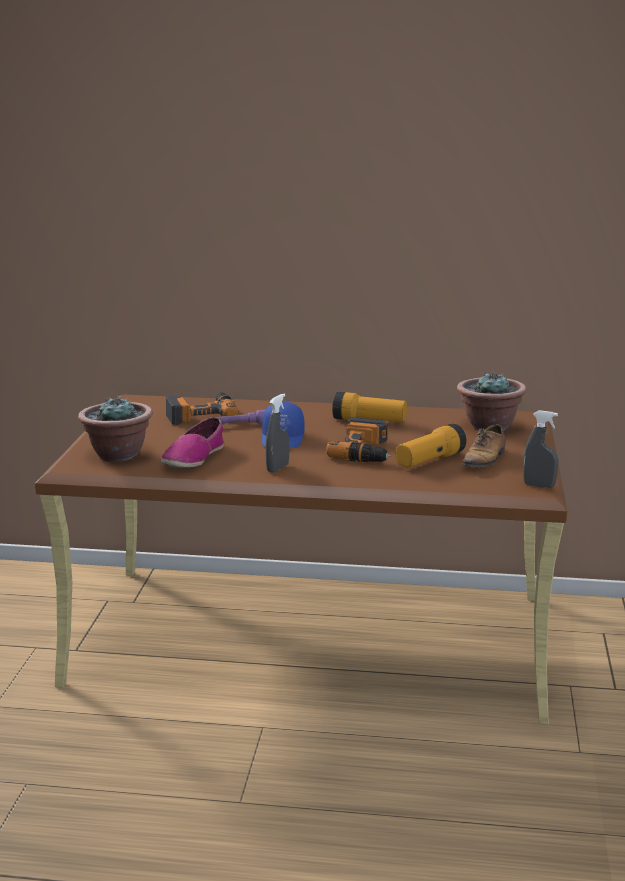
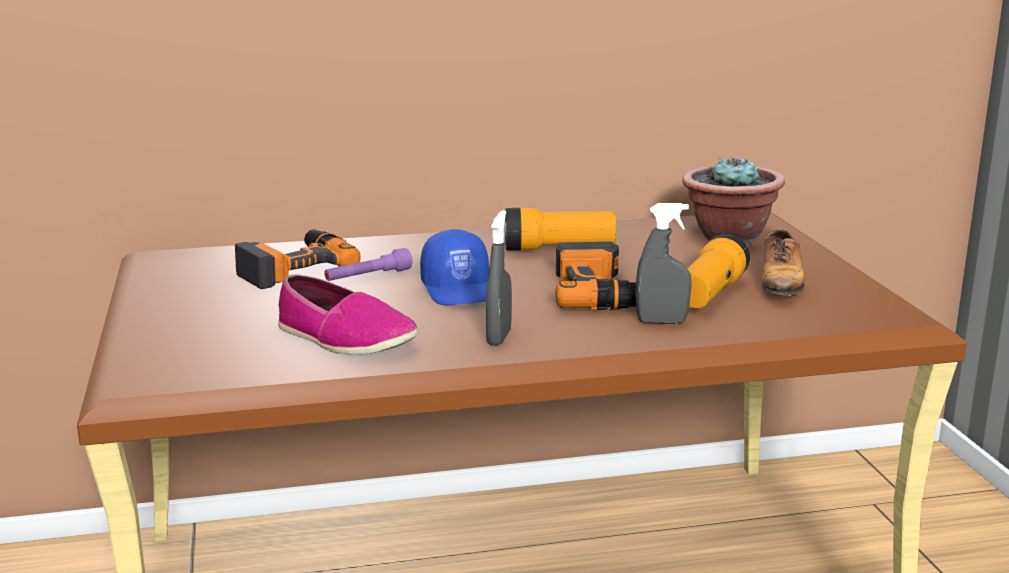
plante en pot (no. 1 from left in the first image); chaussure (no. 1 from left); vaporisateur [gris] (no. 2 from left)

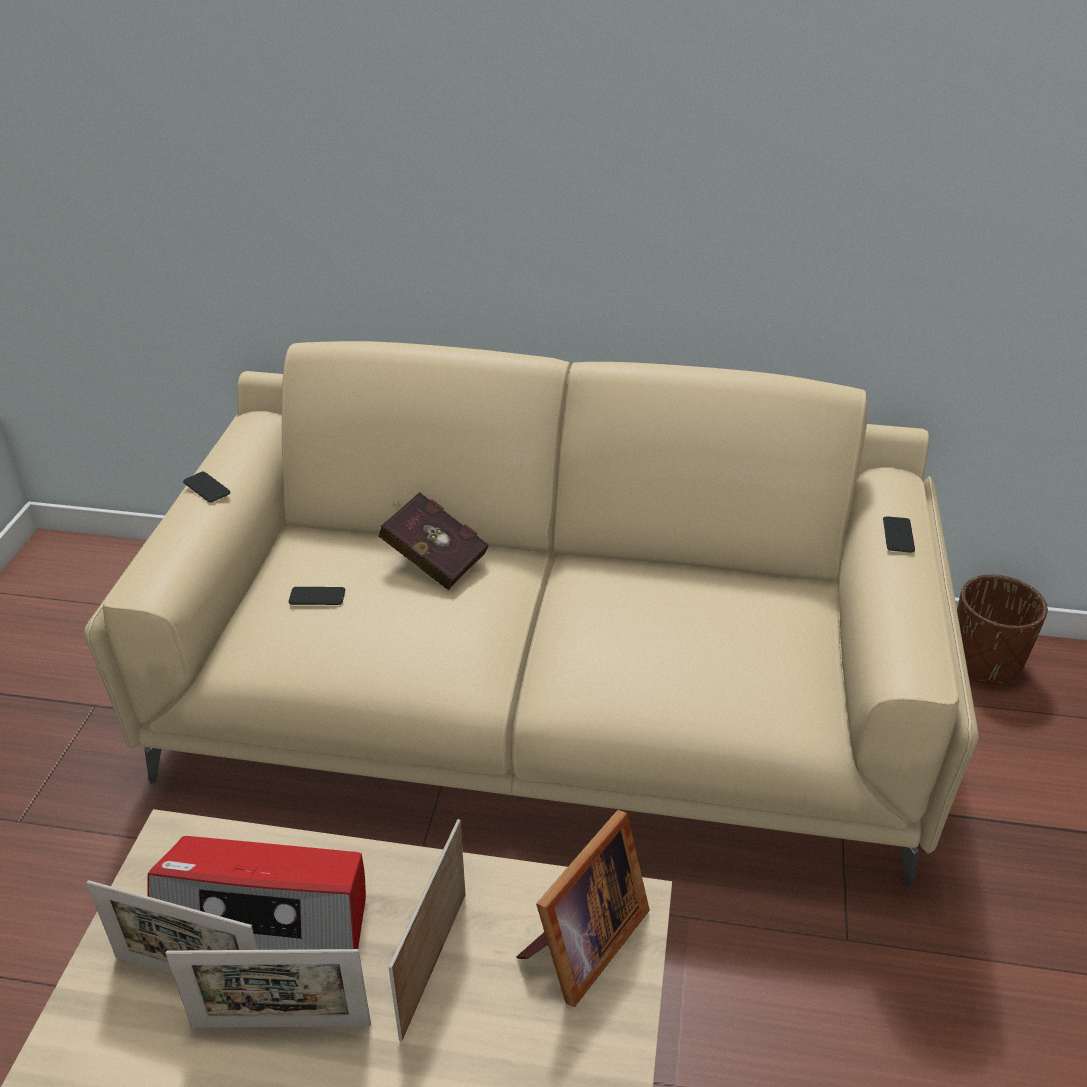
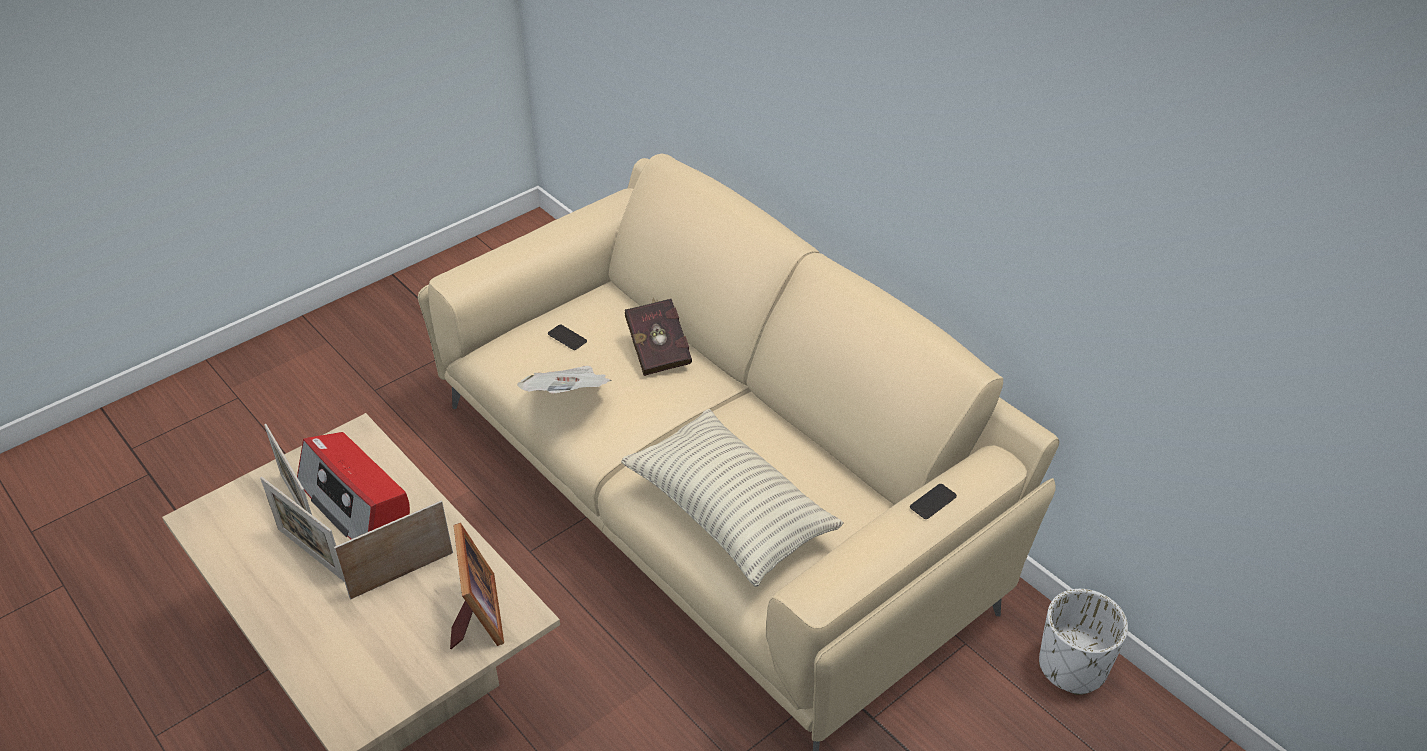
téléphone (no. 1 from left in the first image); cadre photo (no. 4 from left); cache-pot [blanc]; journal; coussin

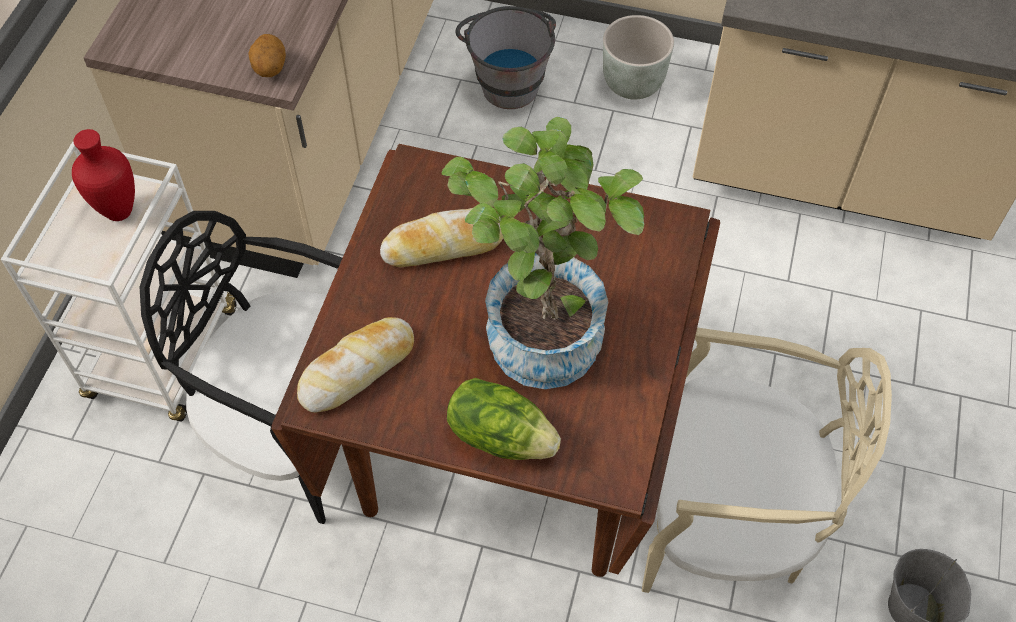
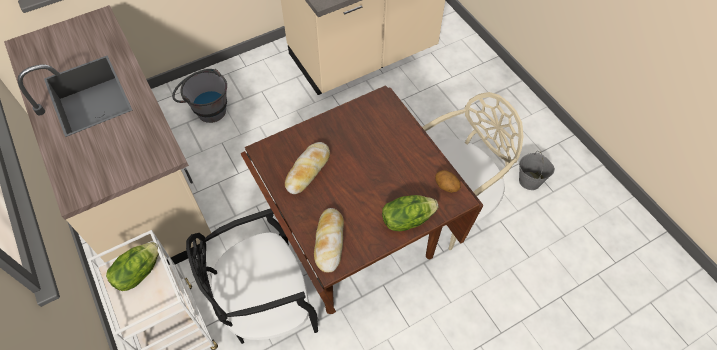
laitue (no. 1 from left); pomme de terre; plante en pot; cache-pot [gris]

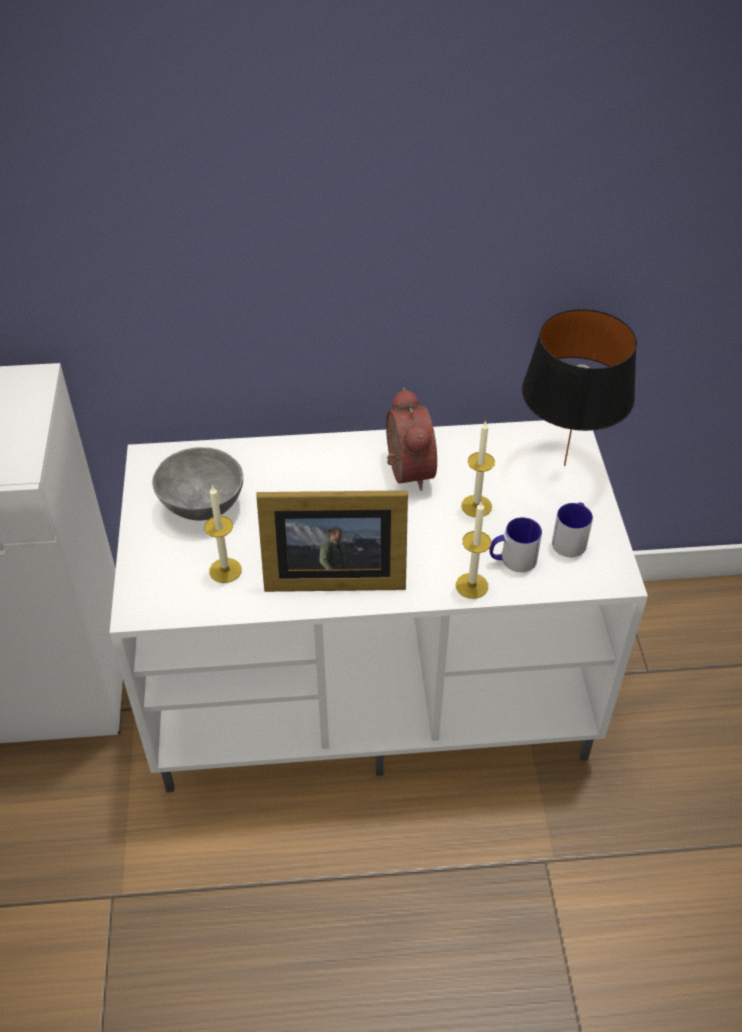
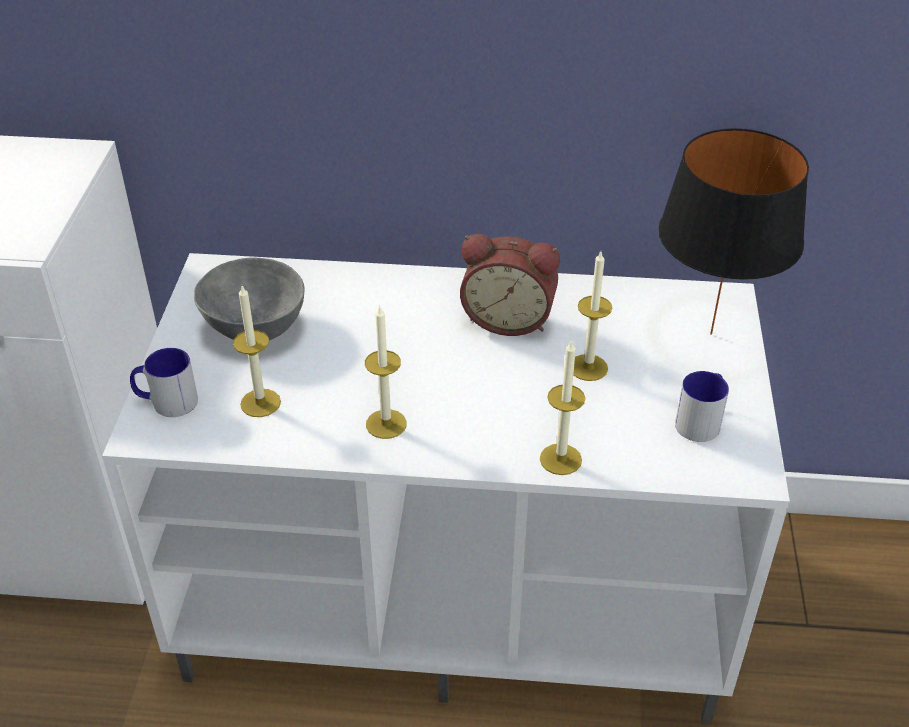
bougie (no. 2 from left); réveil; mug (no. 1 from left)

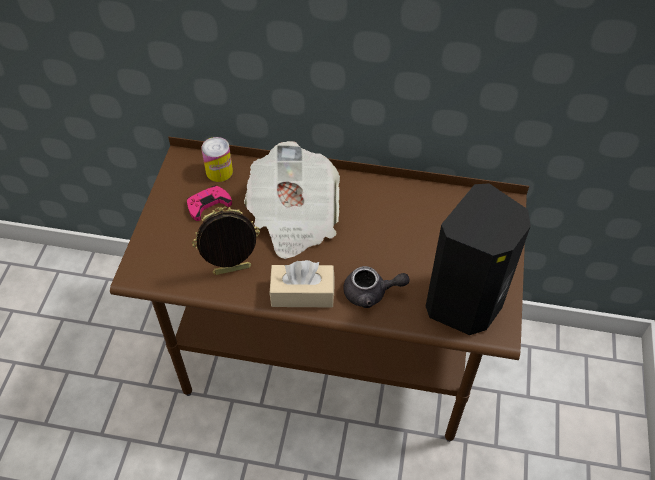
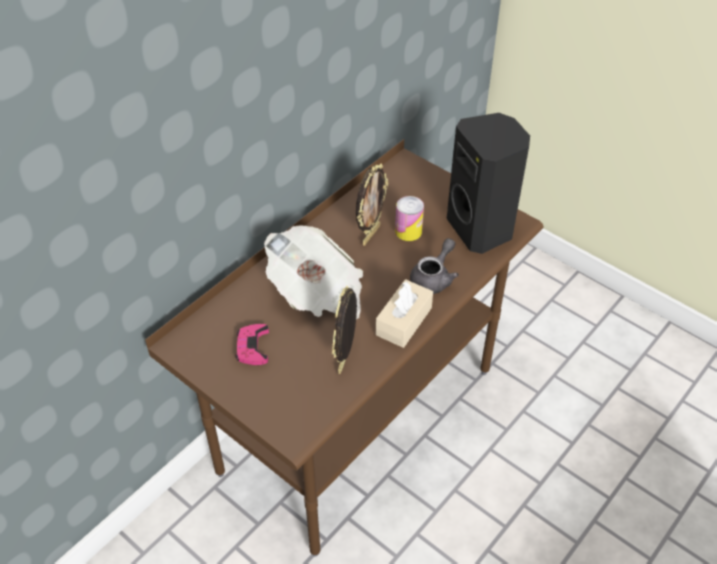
boîte métallique; cadre photo (no. 2 from left)

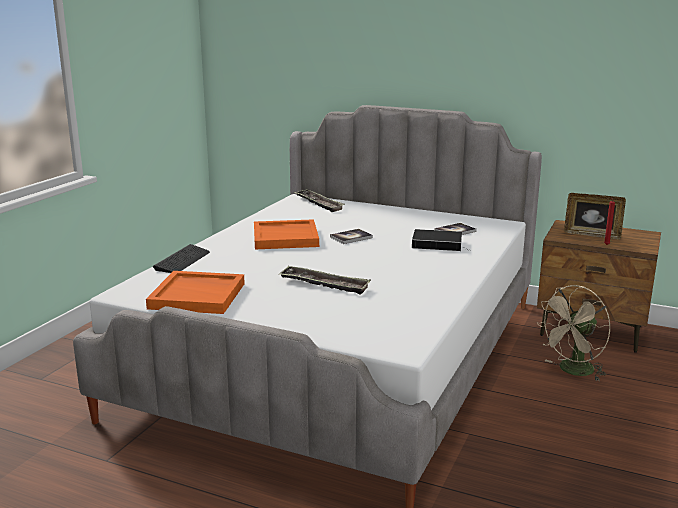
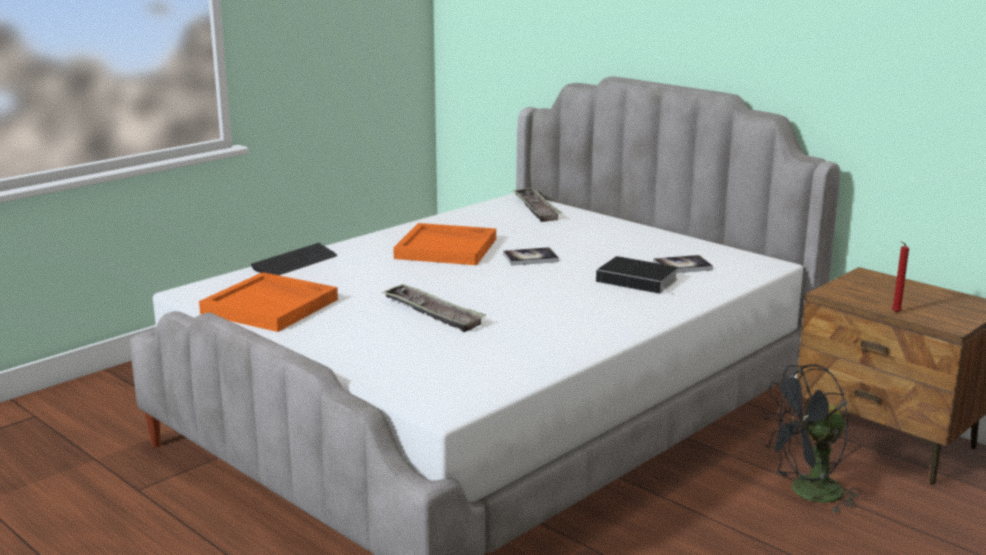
ventilateur [noir]; cadre photo

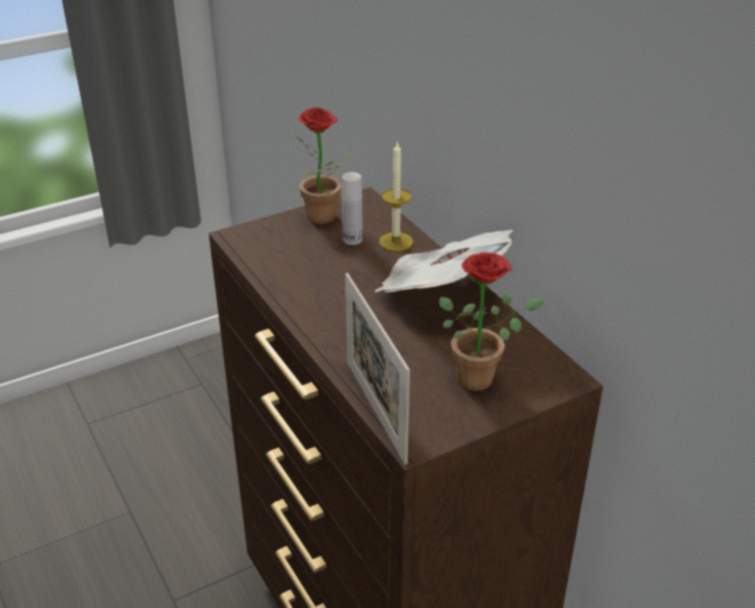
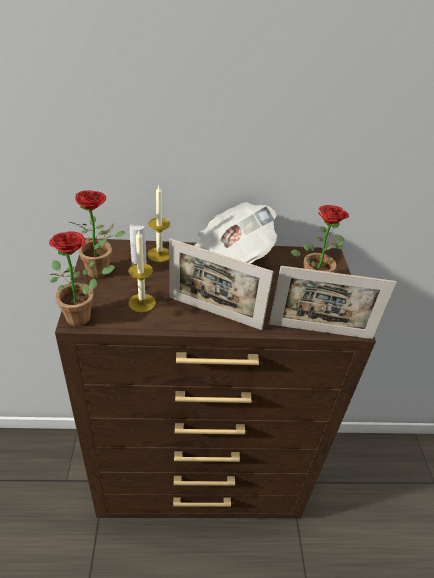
plante en pot (no. 1 from left); bougie (no. 1 from left); cadre photo (no. 1 from left)

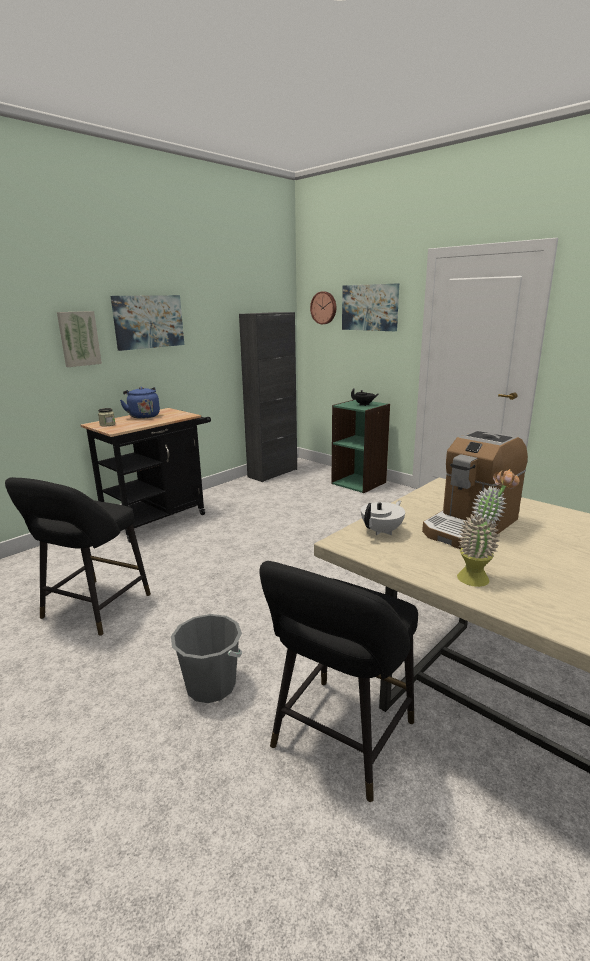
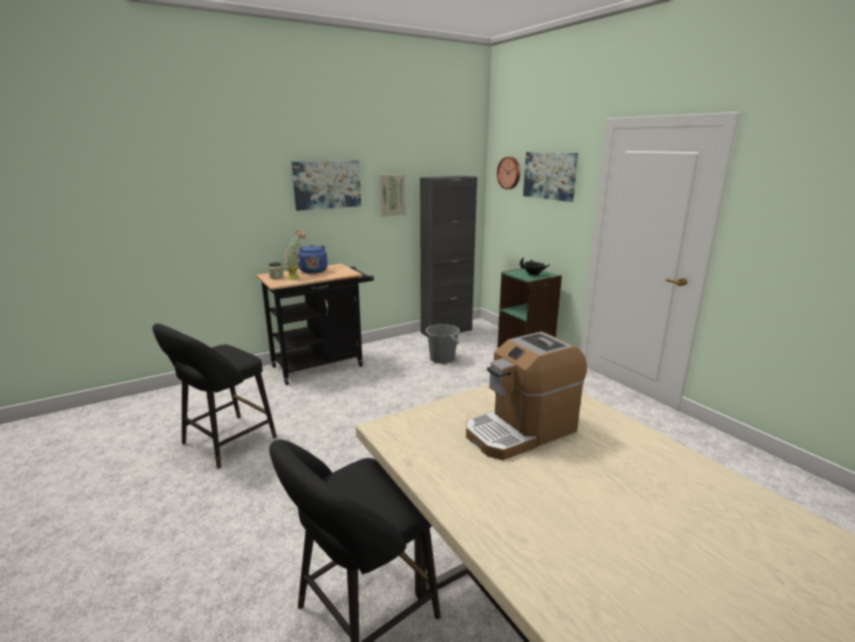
tableau (no. 2 from left); seau [gris]; théière [blanc]; plante en pot

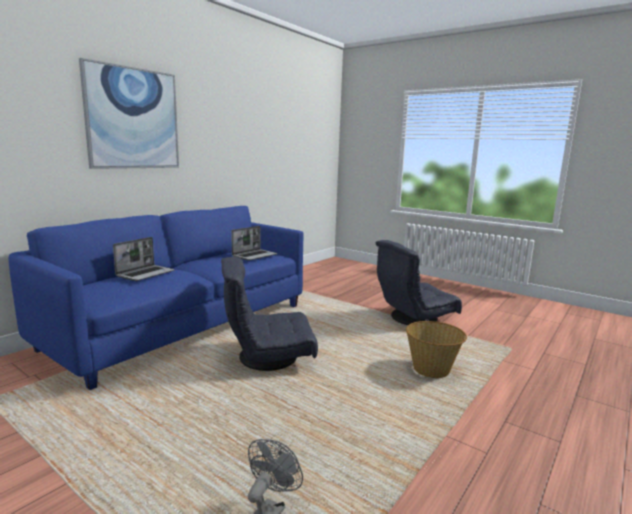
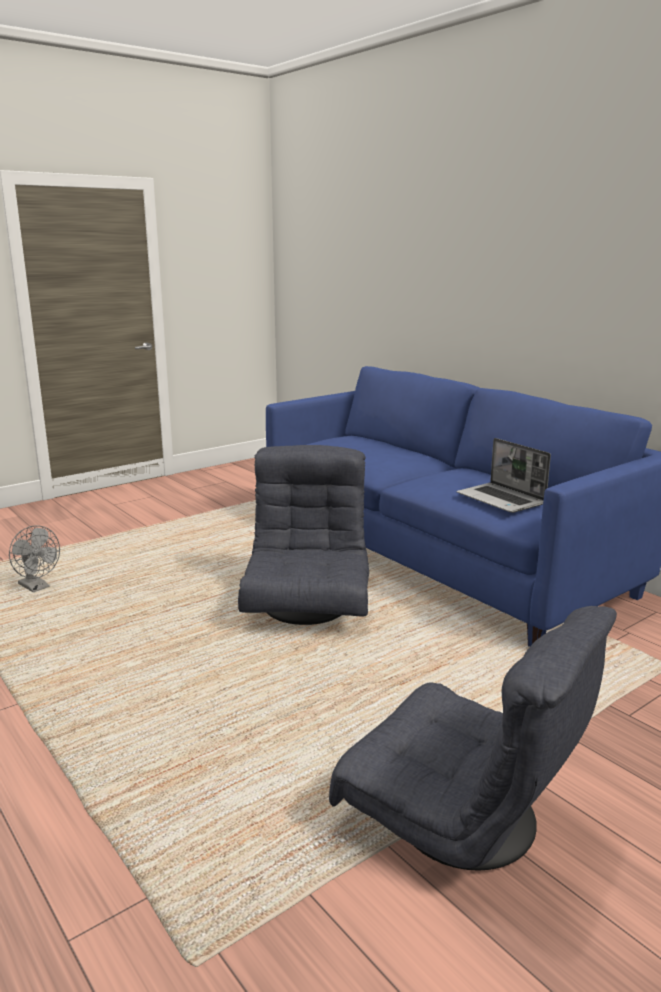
tableau; ordinateur portable (no. 1 from left in the first image); fauteuil [gris] (no. 2 from left); panier

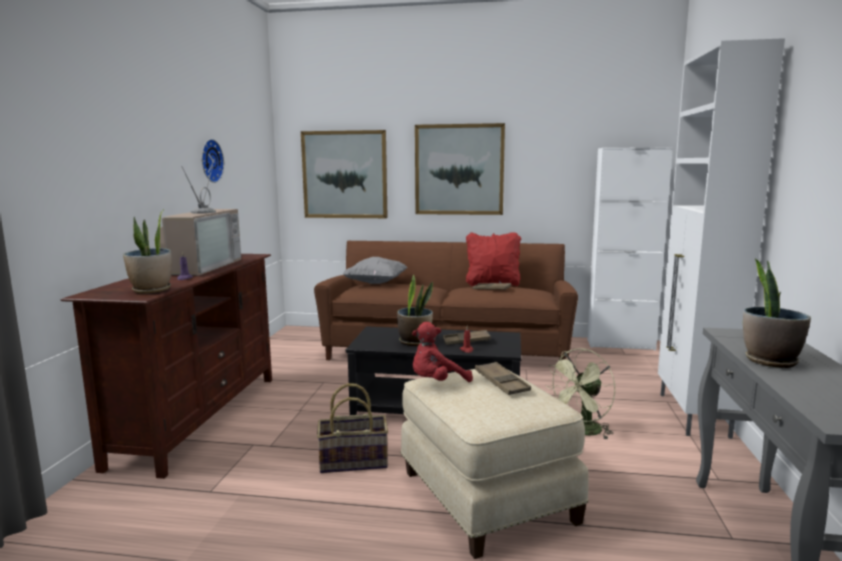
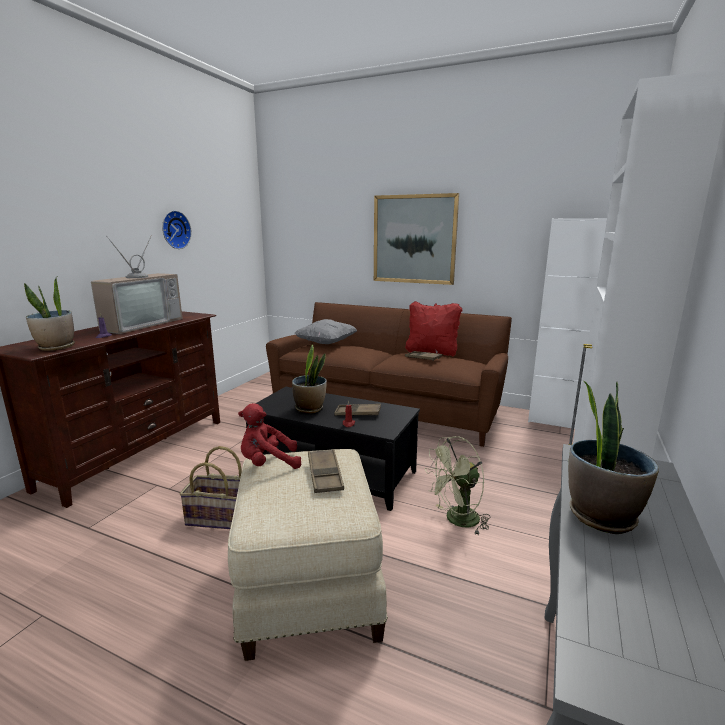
tableau (no. 1 from left in the first image)

